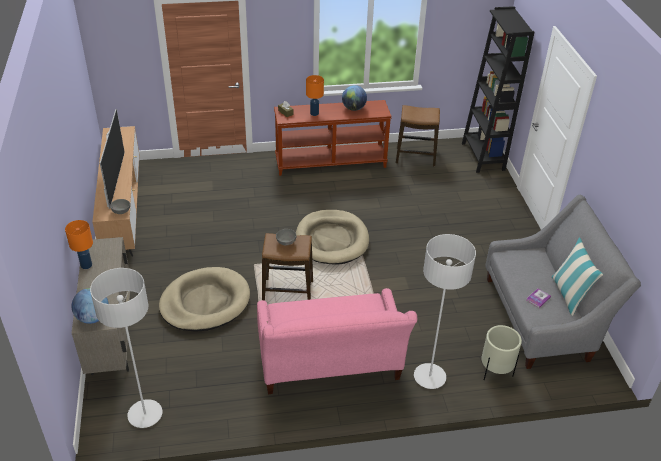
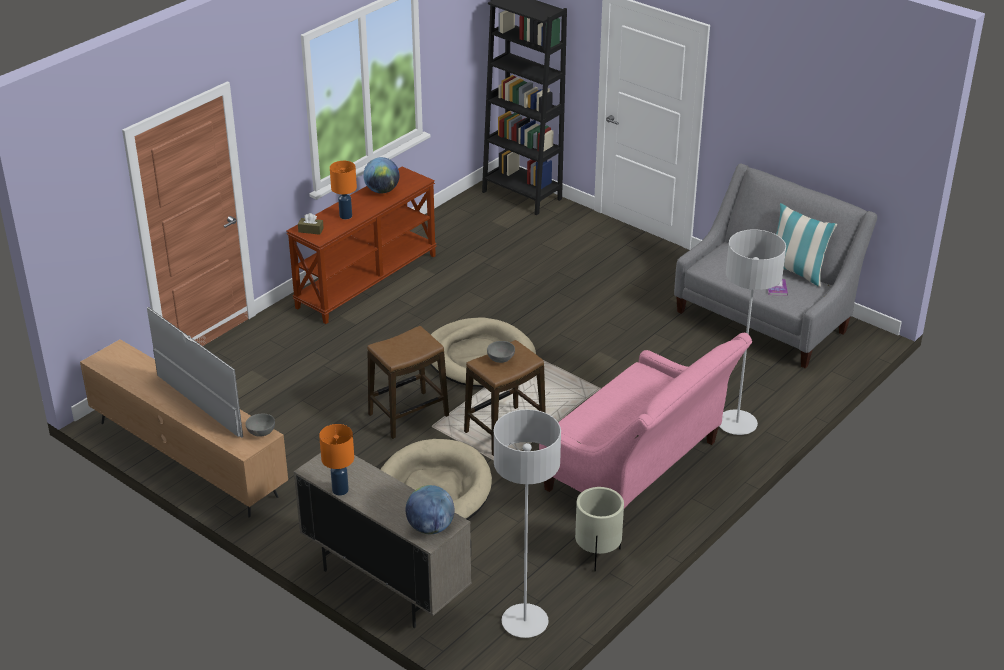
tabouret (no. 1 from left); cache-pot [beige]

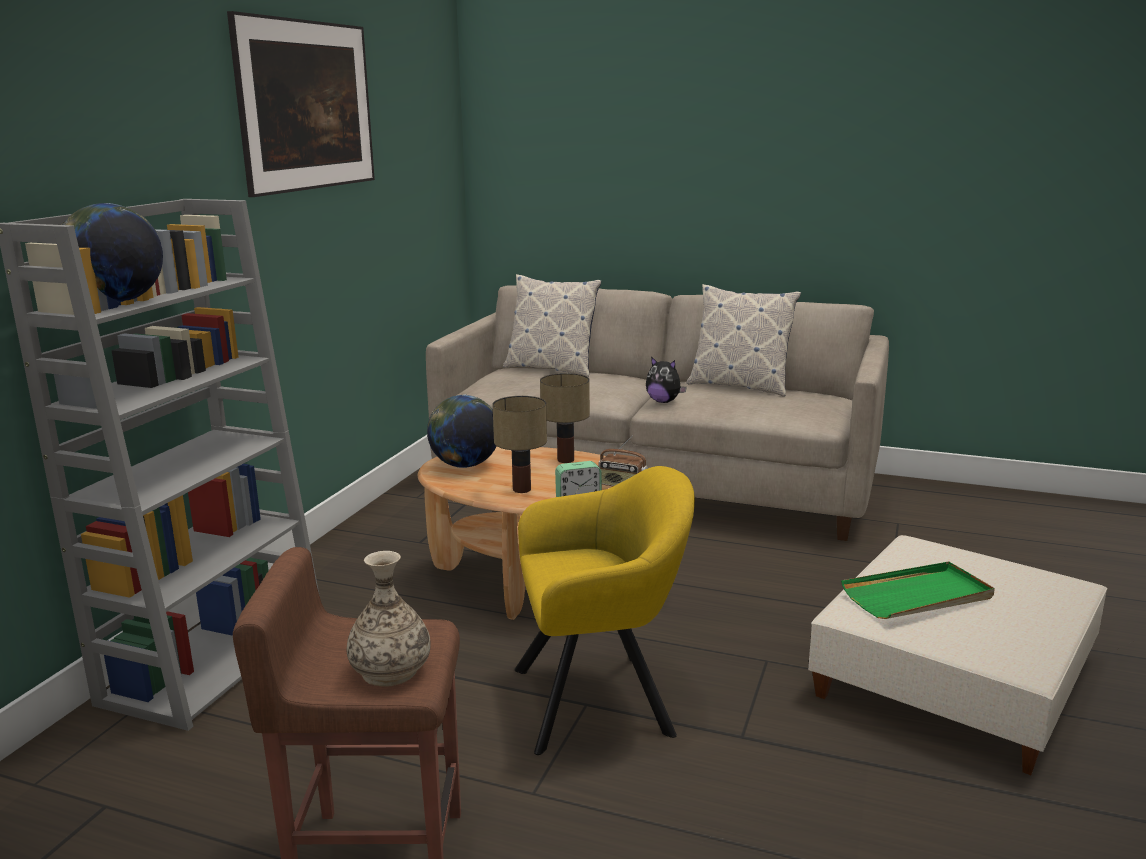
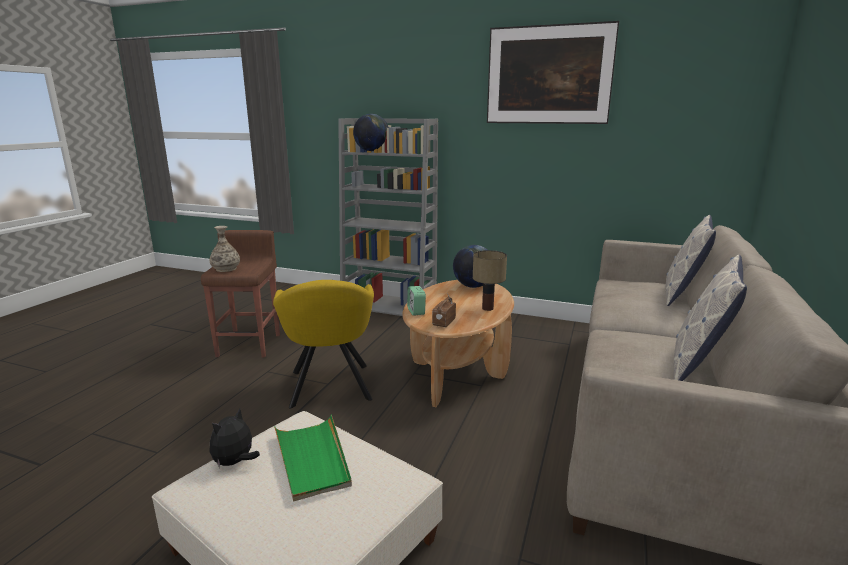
lampe de table (no. 1 from left in the first image); peluche

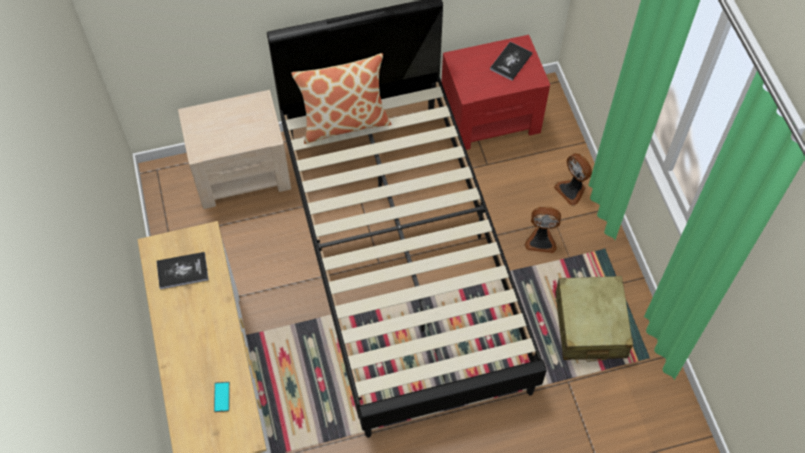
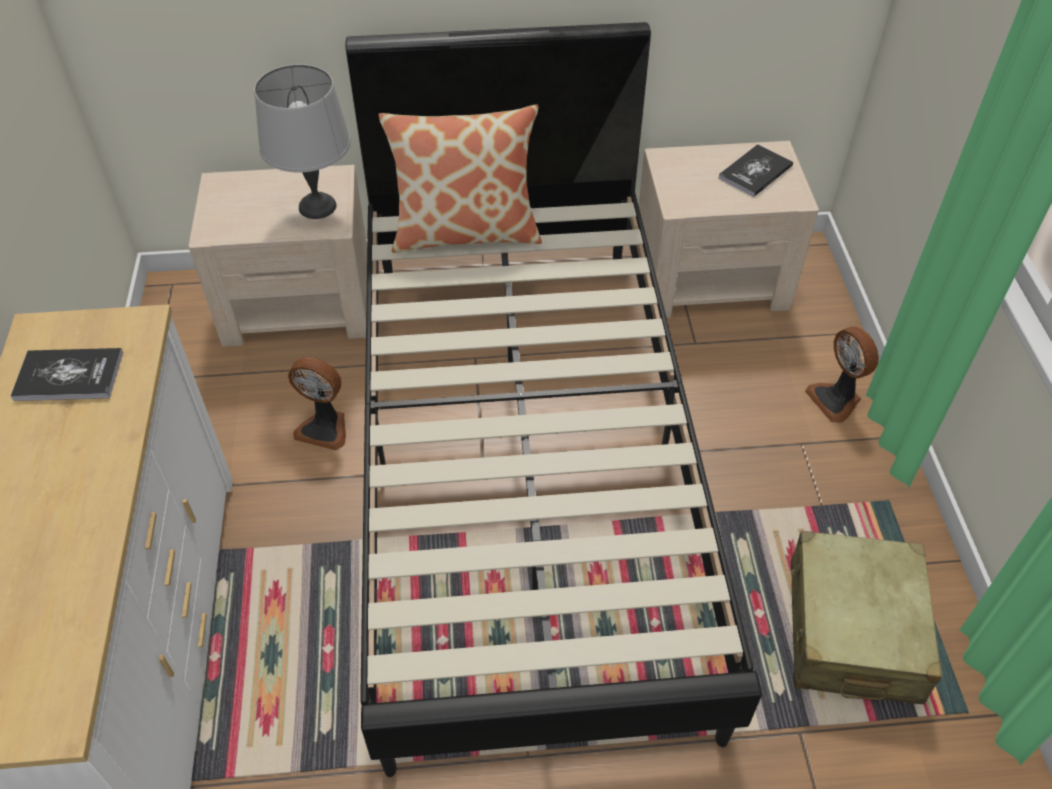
téléphone; table de chevet [beige] (no. 2 from left); ventilateur (no. 1 from left); lampe de table [gris]

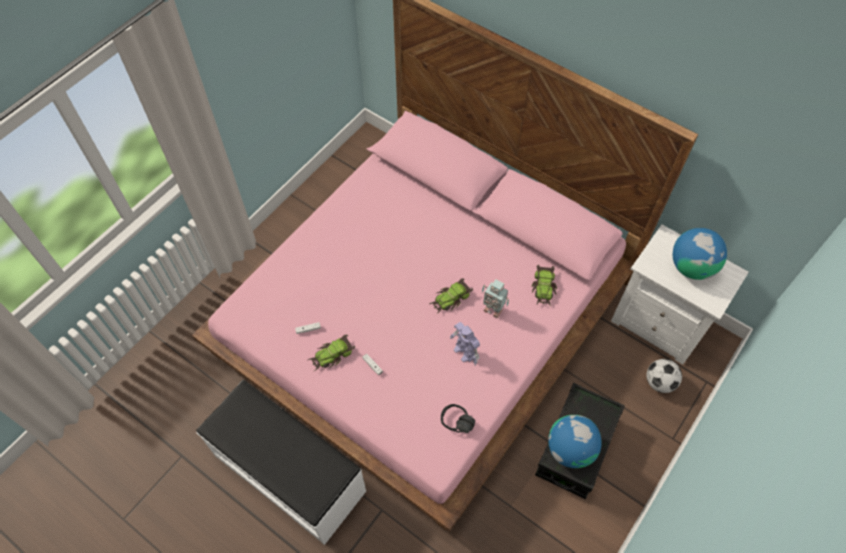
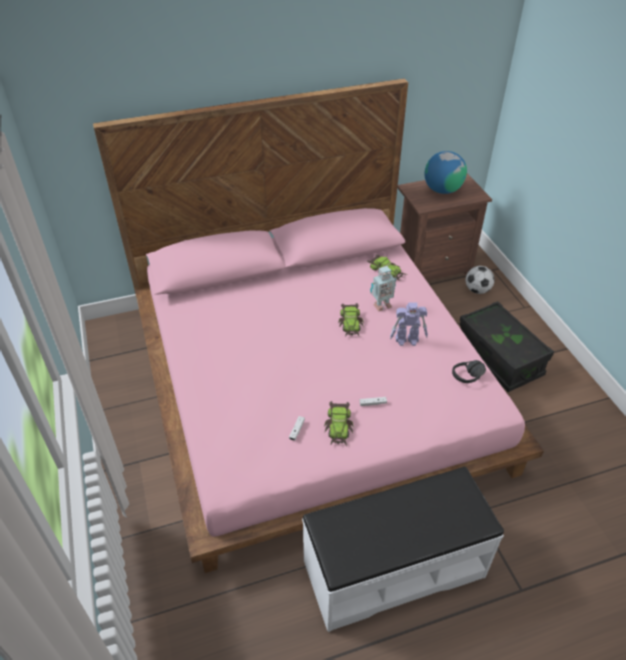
globe (no. 1 from left in the first image); table de chevet [marron]

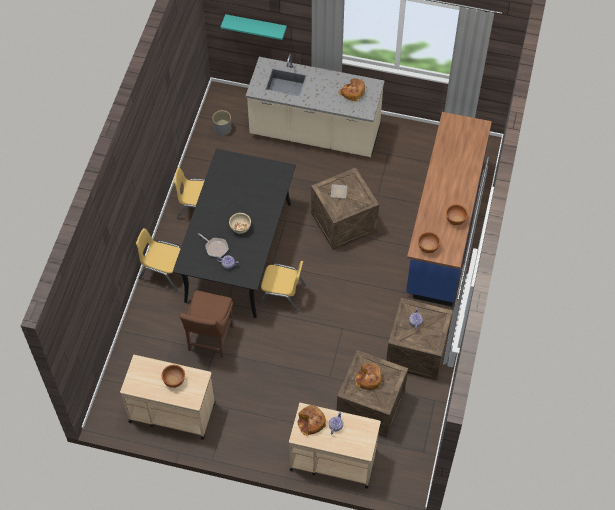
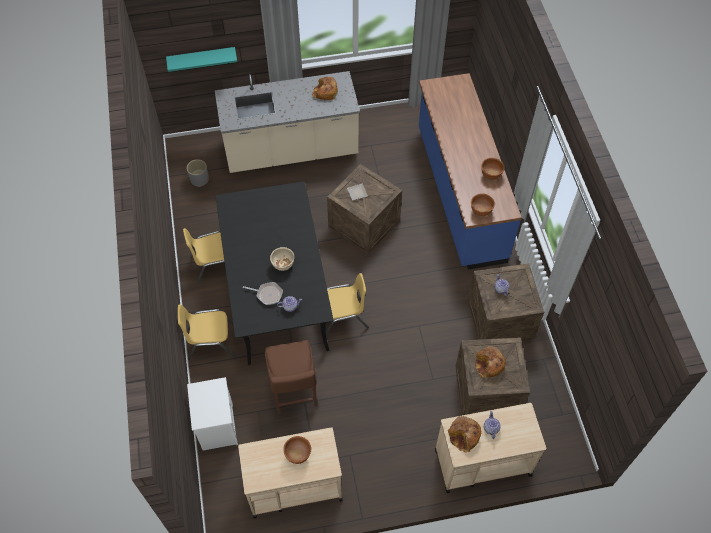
table de chevet [blanc]

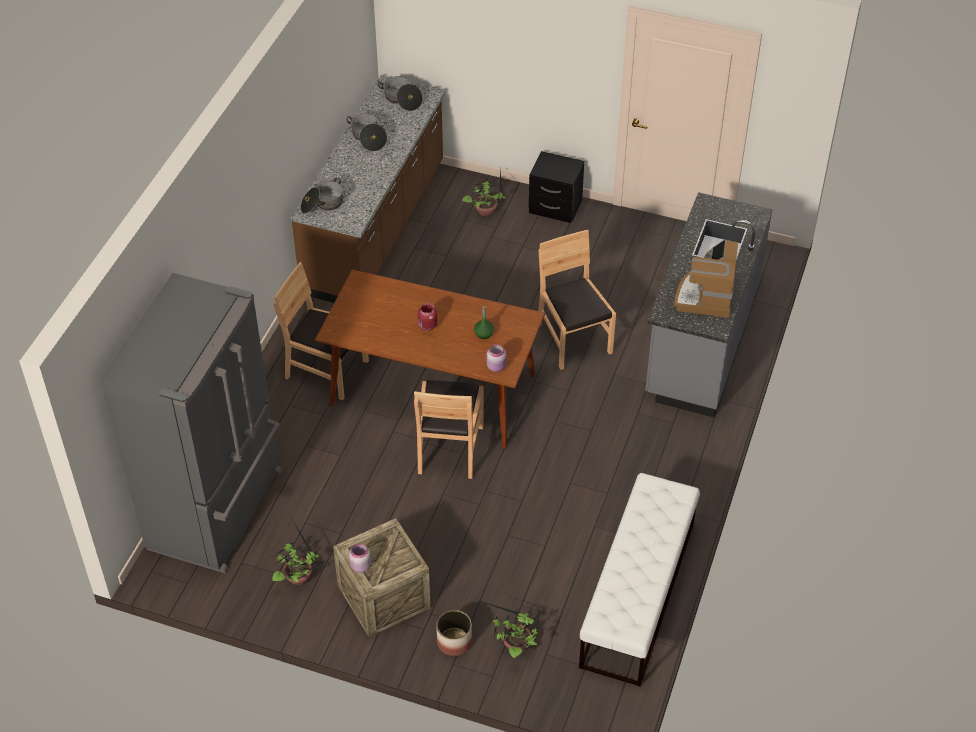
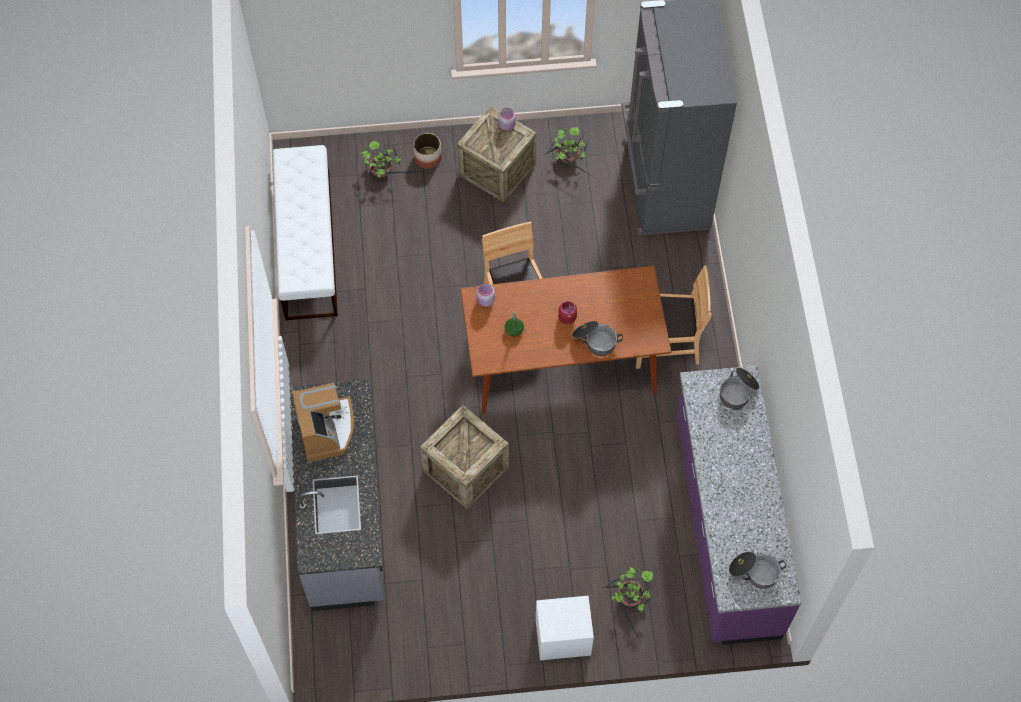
comptoir de cuisine [violet]; marmite (no. 1 from left); table de chevet [blanc]; caisse (no. 1 from left)

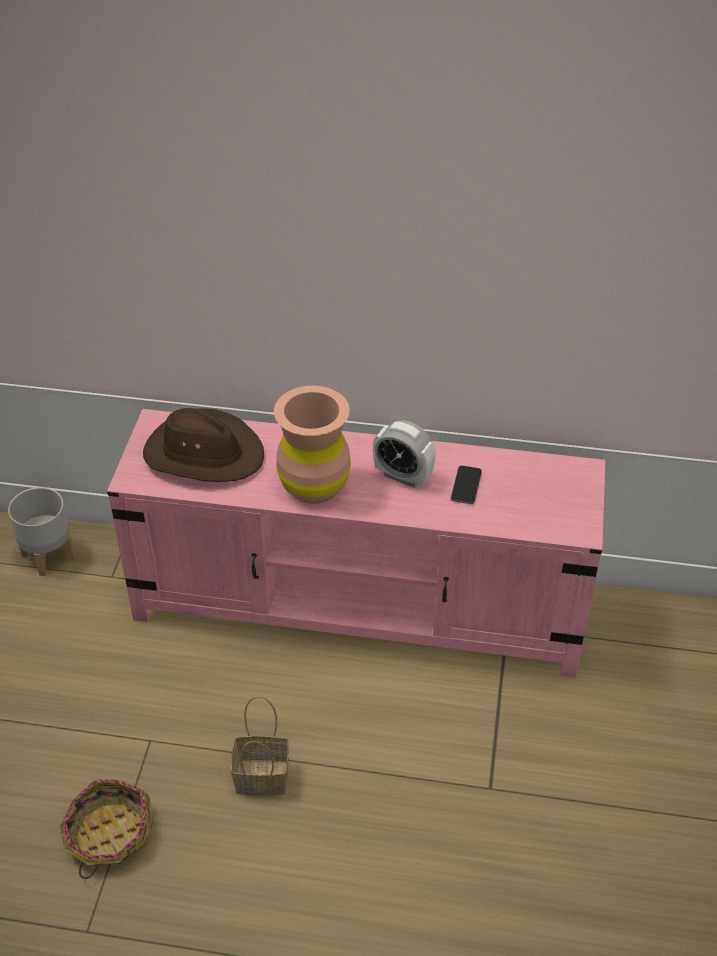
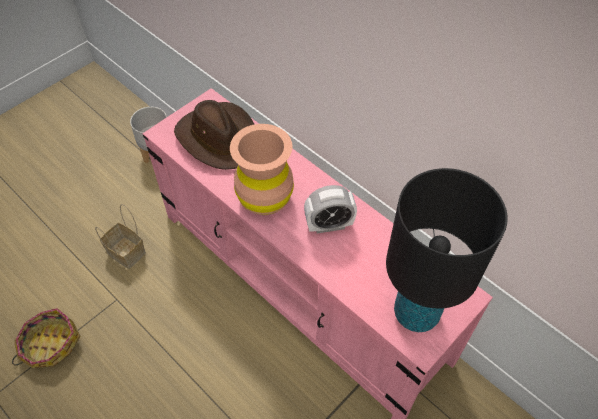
panier (no. 2 from left); réveil; téléphone; lampe de table [noir]

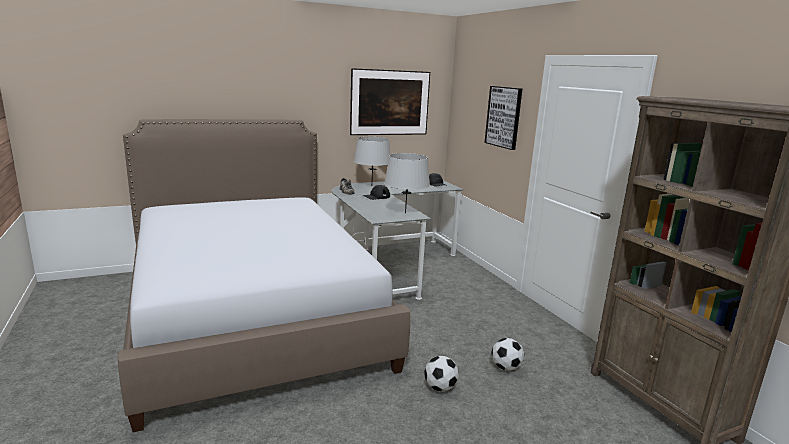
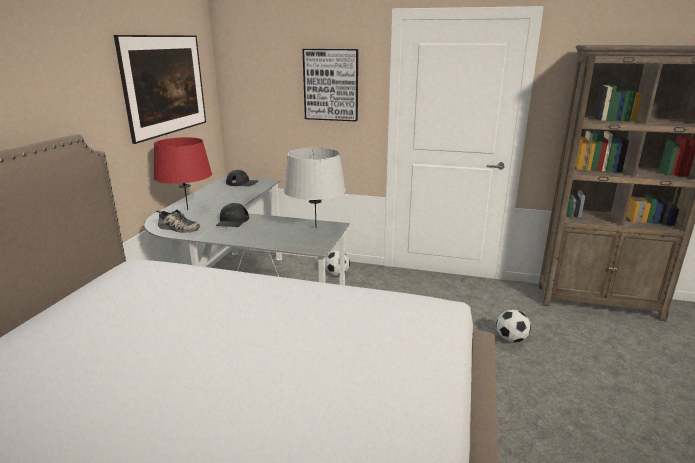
lampe de table [rouge]; ballon de foot (no. 1 from left)

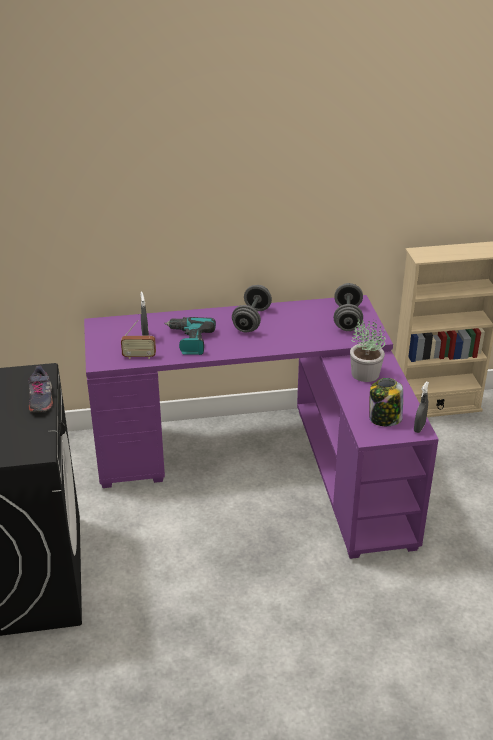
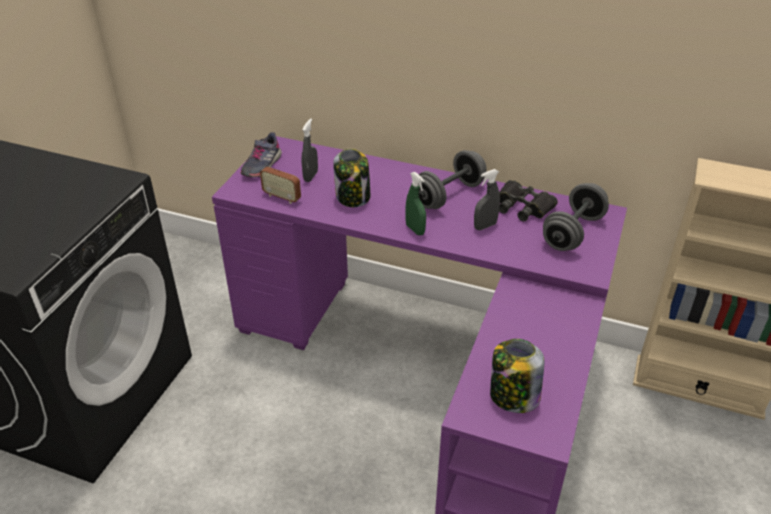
chaussure [gris]; bocal (no. 1 from left); plante en pot; vaporisateur [gris] (no. 2 from left); vaporisateur [vert]; jumelles [noir]

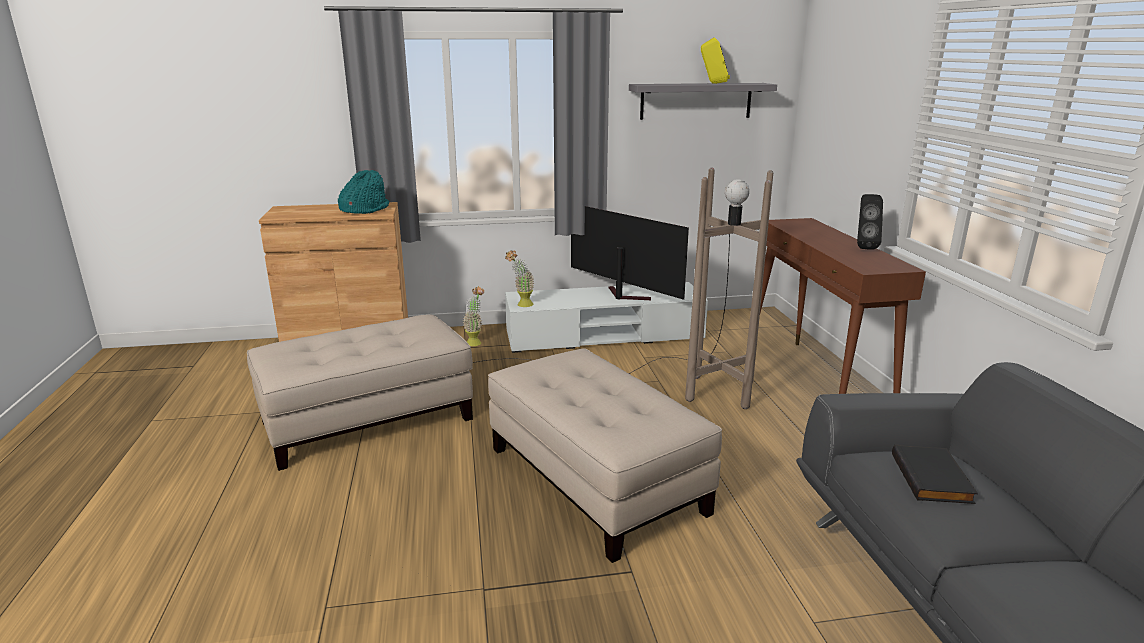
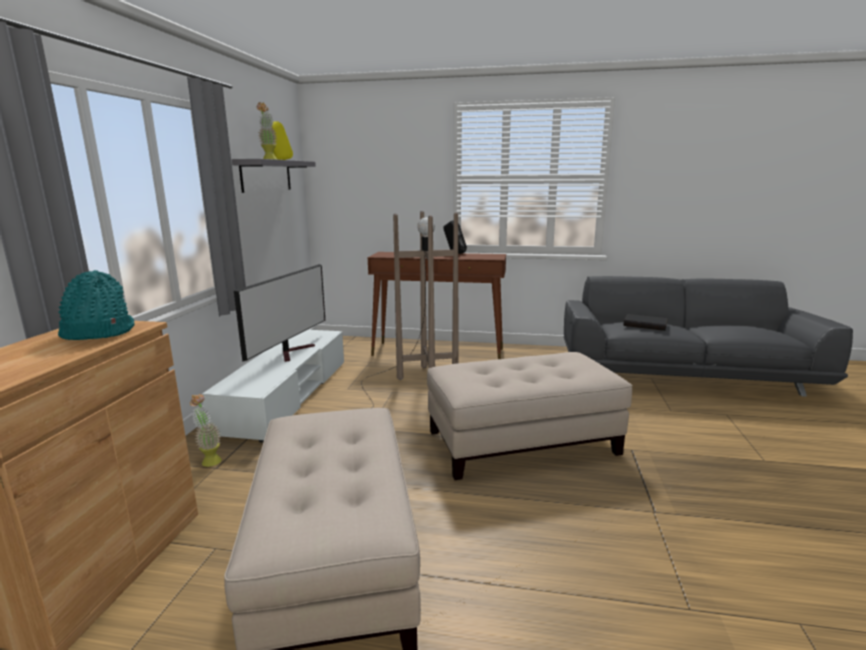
plante en pot (no. 2 from left); téléviseur

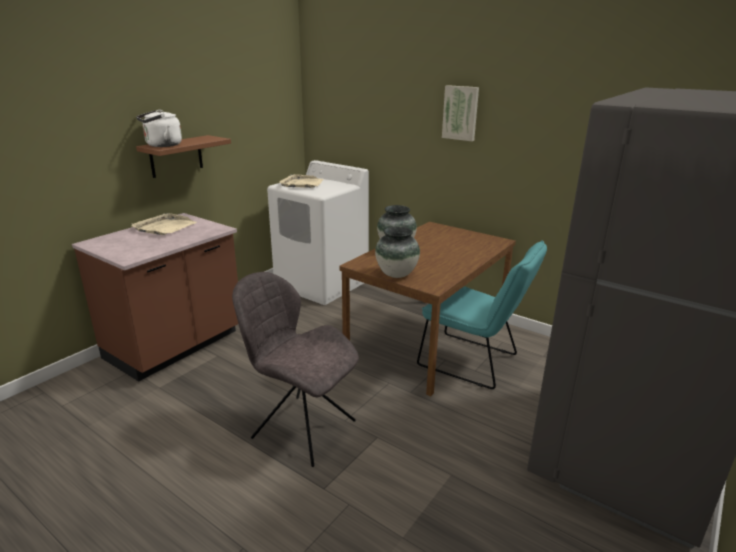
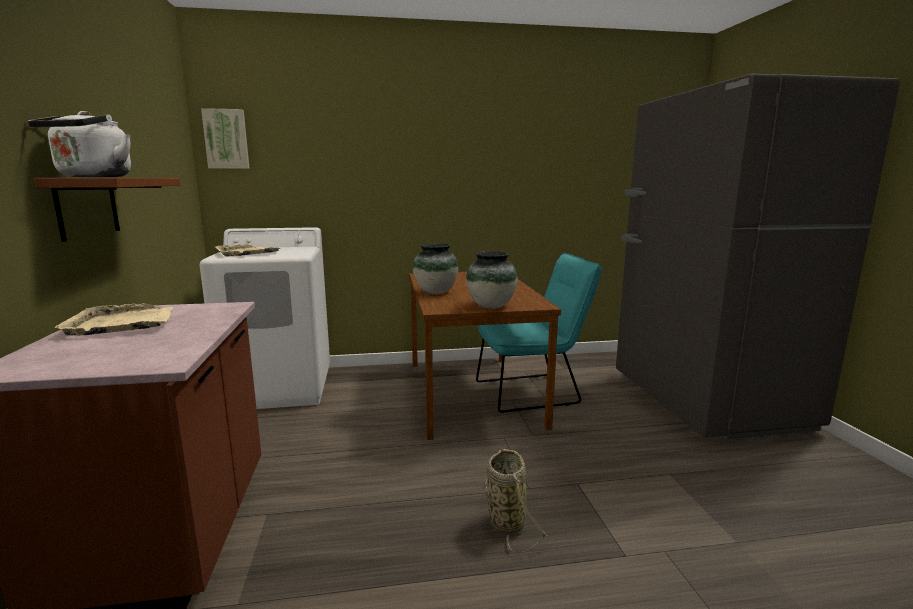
panier; tableau

